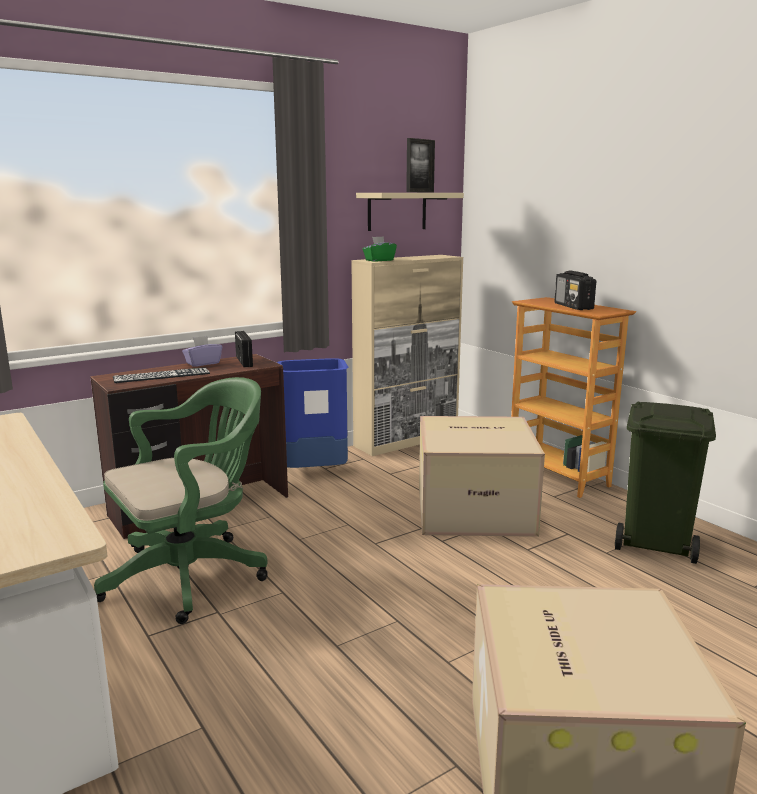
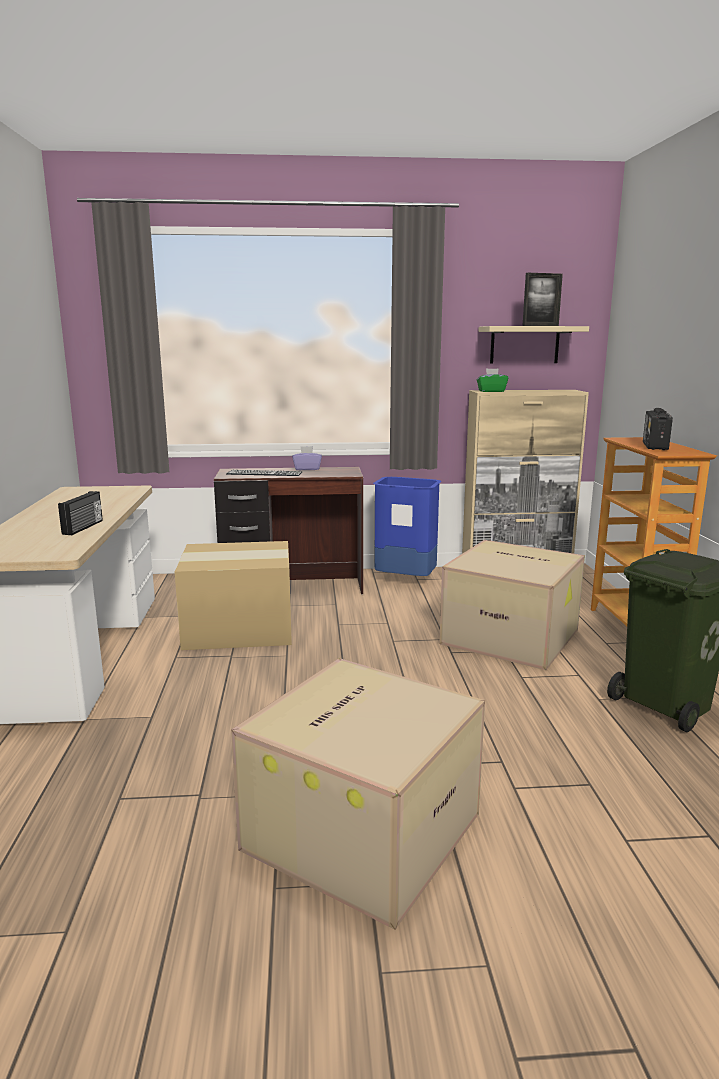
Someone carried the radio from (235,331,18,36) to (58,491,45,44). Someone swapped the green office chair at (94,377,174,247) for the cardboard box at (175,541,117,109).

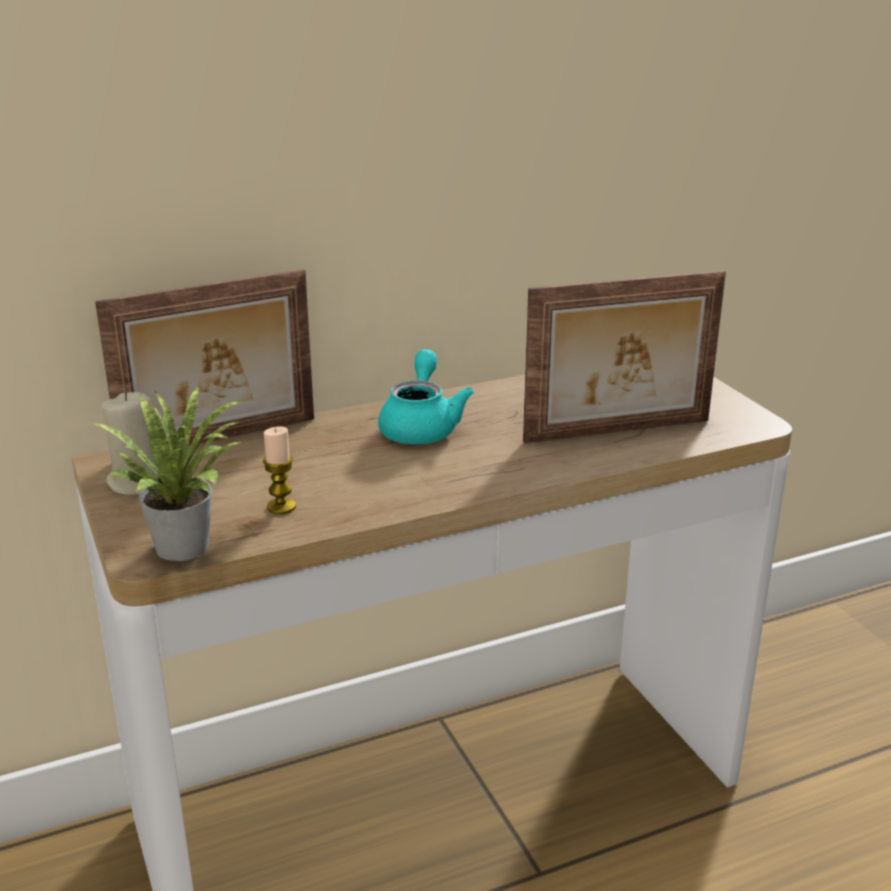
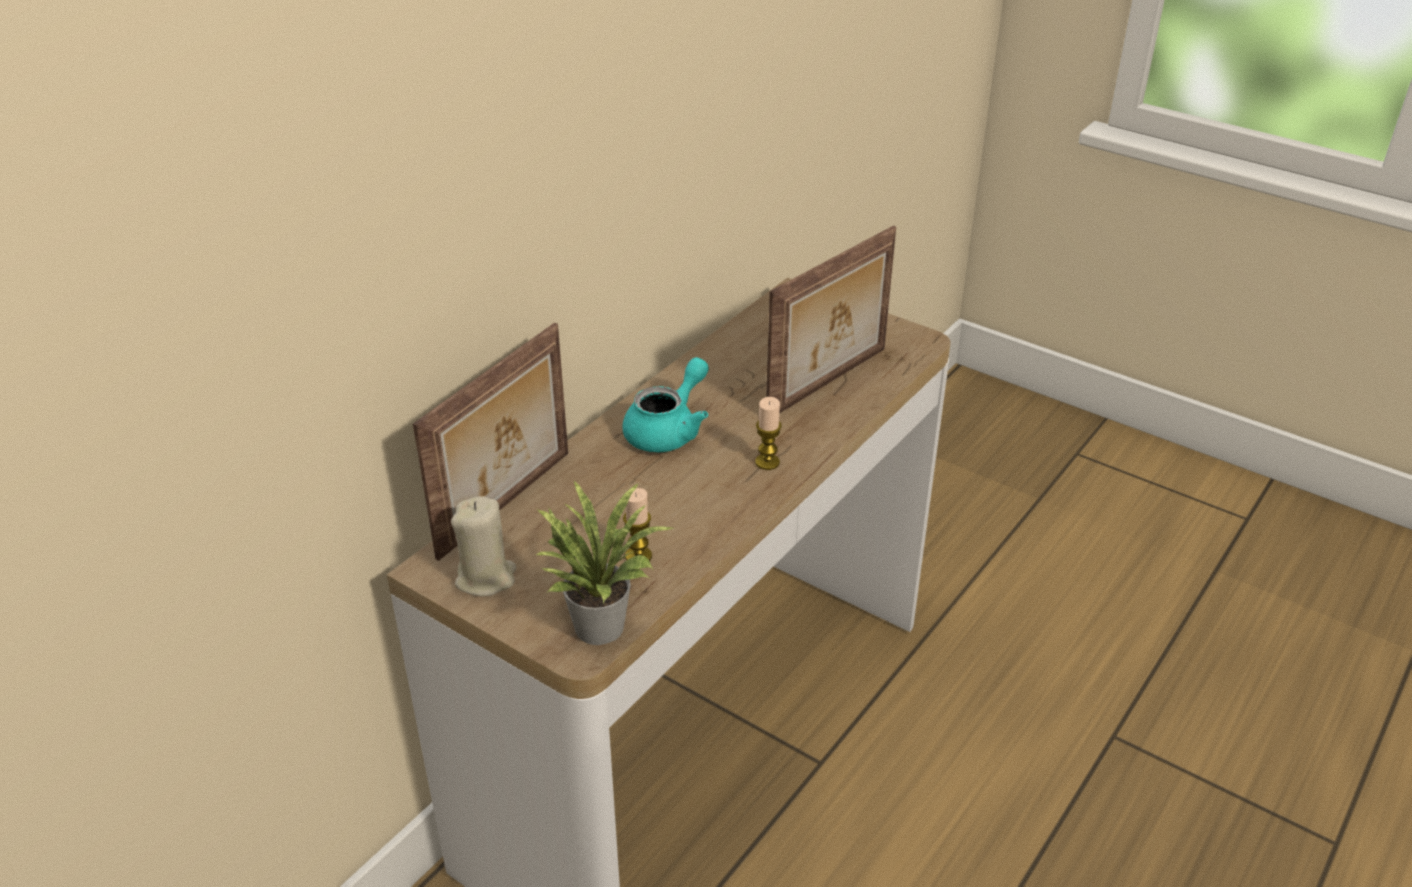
Someone put down the candle at (755,397,27,73). Someone rotated the turquoise teapot at (378,349,96,95) by 60 degrees clockwise.

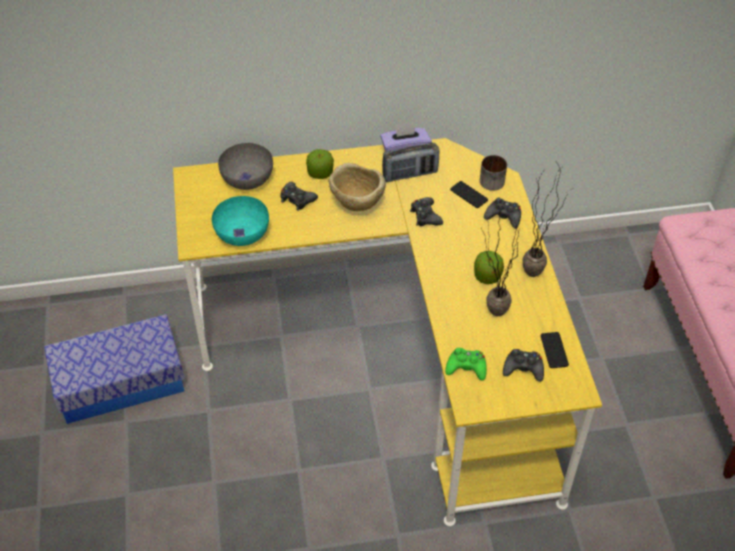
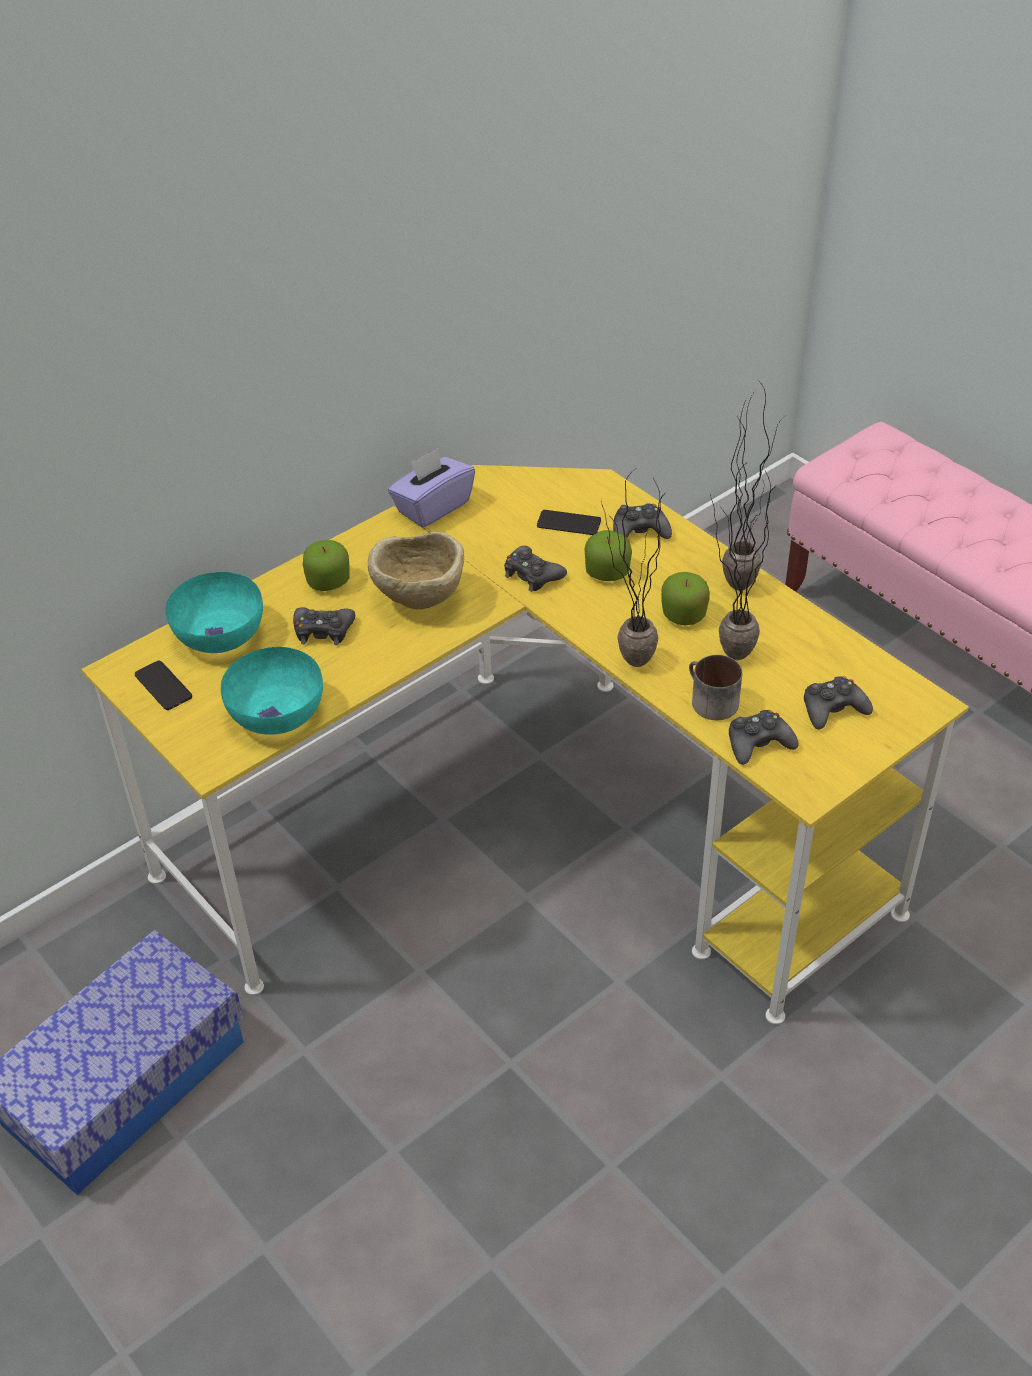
Someone took away the radio at (382,143,57,39). Someone put down the apple at (584,530,48,51). Someone put down the potted plant at (601,469,64,198). Someone carried the mug from (480,155,27,36) to (689,655,53,65). Someone carried the phone from (541,332,28,36) to (135,660,57,50). Someone repainted the grey bowl at (218,143,55,47), which became the turquoise bowl at (165,572,98,81). Someone repainted the green game controller at (445,348,42,33), which became the black game controller at (729,710,70,55).

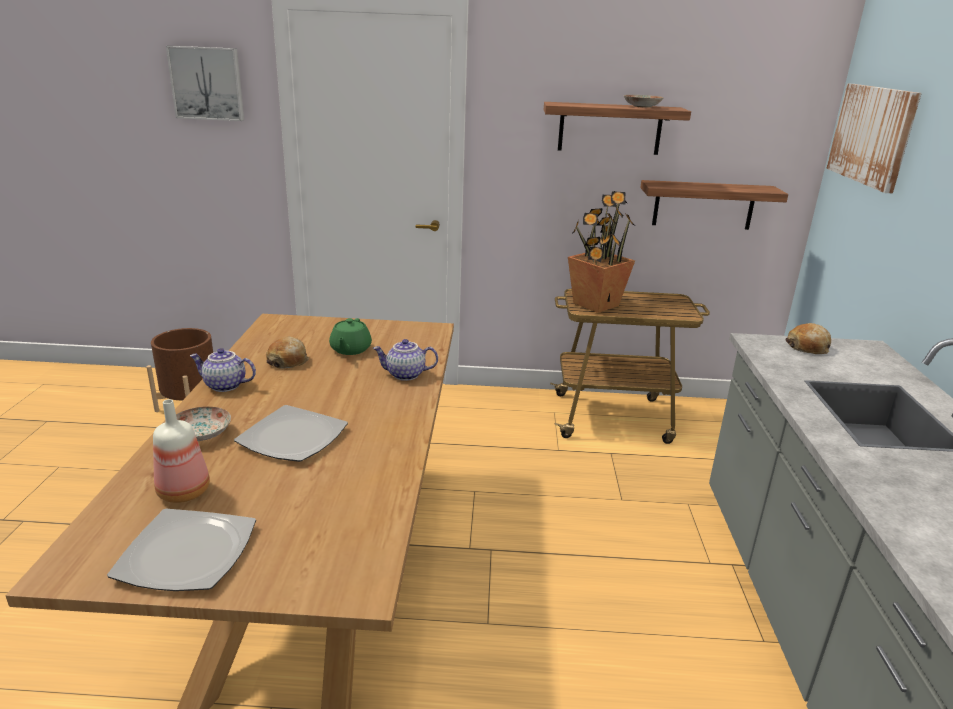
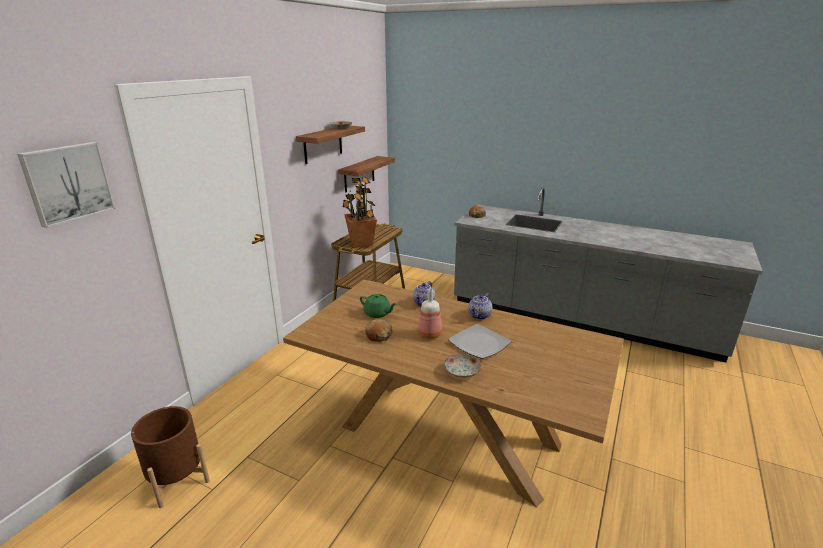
Someone took away the plate at (107,509,149,82). Someone took away the picture at (826,84,96,109). Someone carried the bottle from (153,399,57,104) to (418,289,24,50). Someone carried the teapot from (190,348,66,44) to (468,293,25,27).

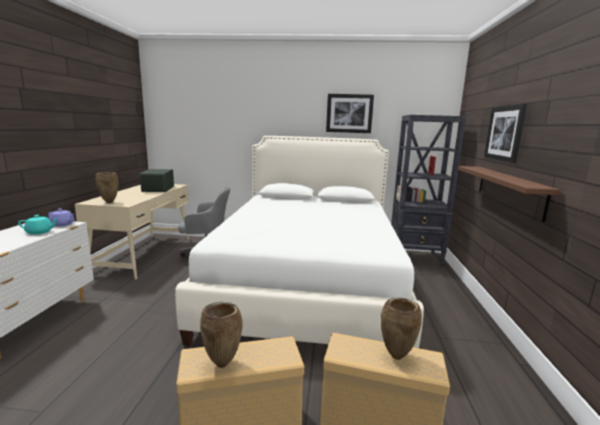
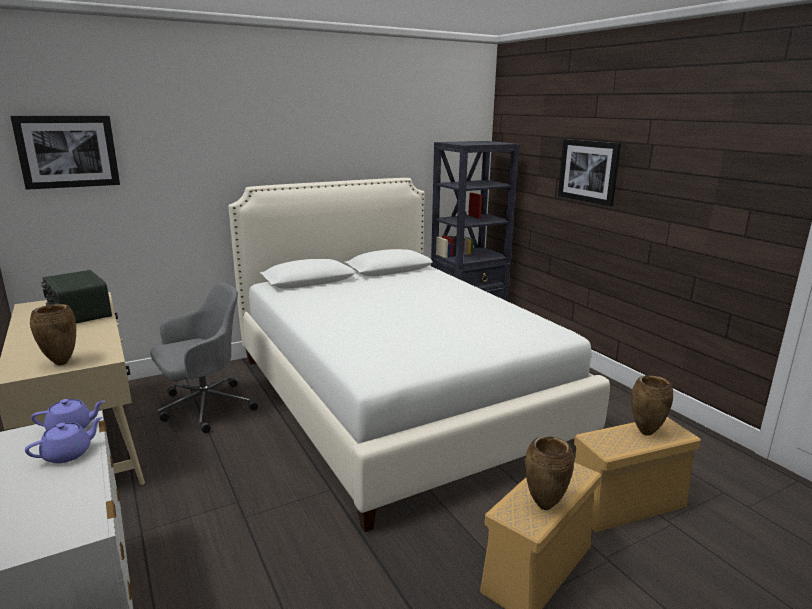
Someone took away the brown shelf at (458,166,103,56). Someone carried the picture from (326,94,48,39) to (10,116,110,74). Someone repainted the turquoise teapot at (18,215,41,19), which became the purple teapot at (25,417,77,46).

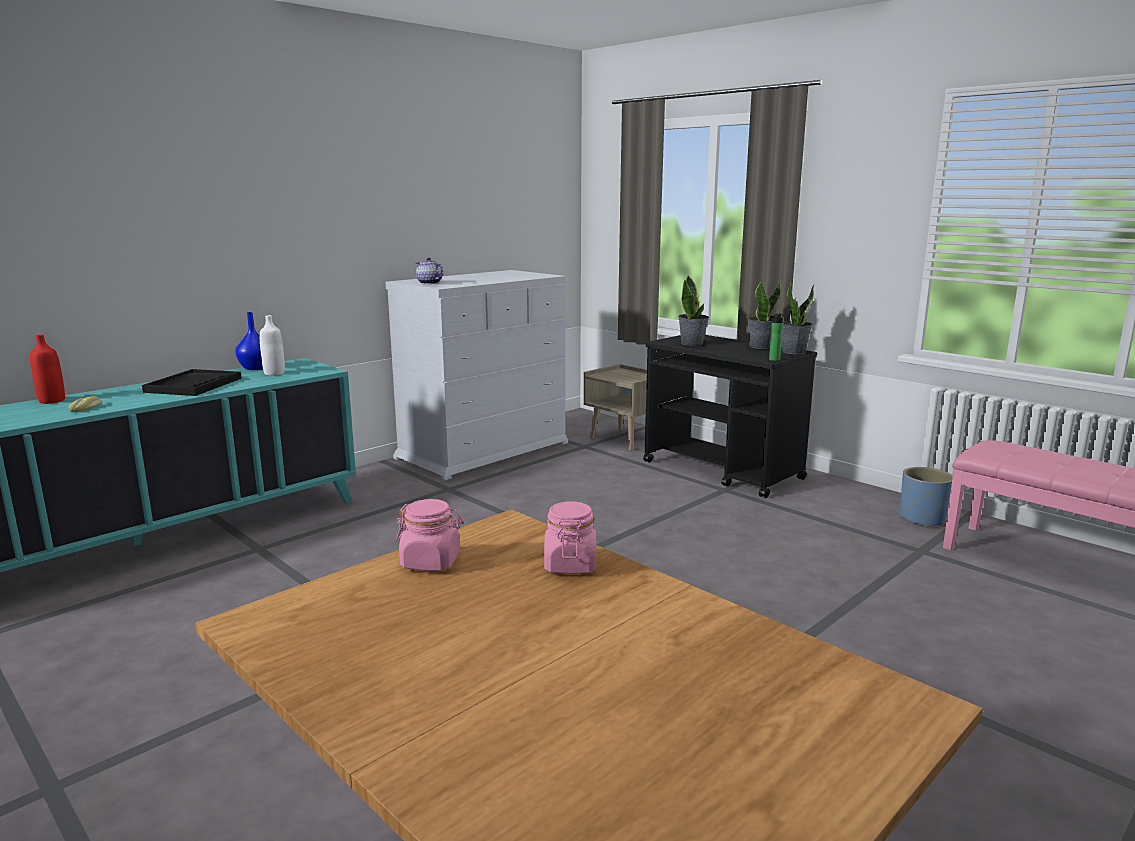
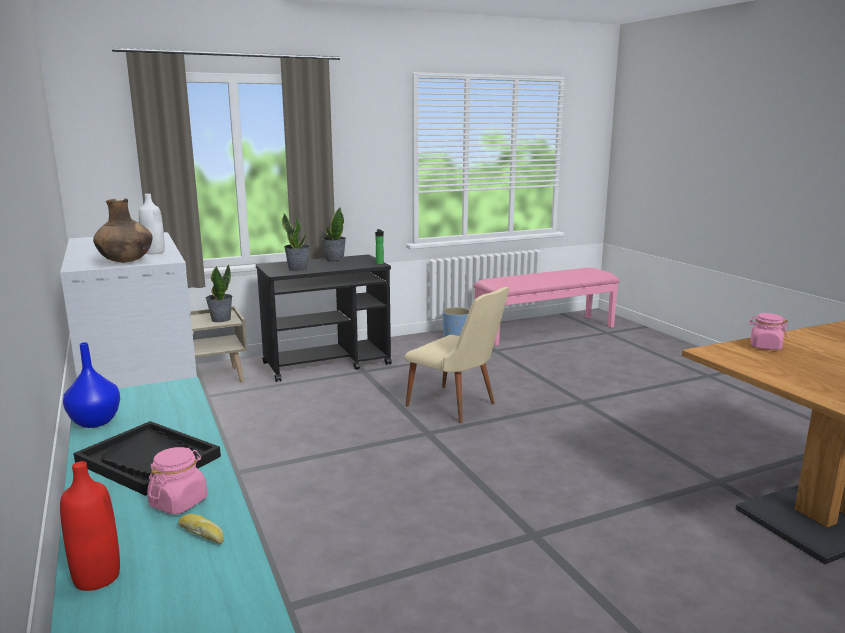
Someone put down the beige chair at (404,287,105,136). Someone carried the white bottle from (260,315,25,61) to (139,194,26,60). Someone carried the pink jar from (396,499,67,72) to (147,447,60,68). Someone carried the potted plant from (782,282,32,72) to (205,264,28,58). Someone swapped the teapot at (415,257,28,27) for the brown vase at (93,198,59,65).

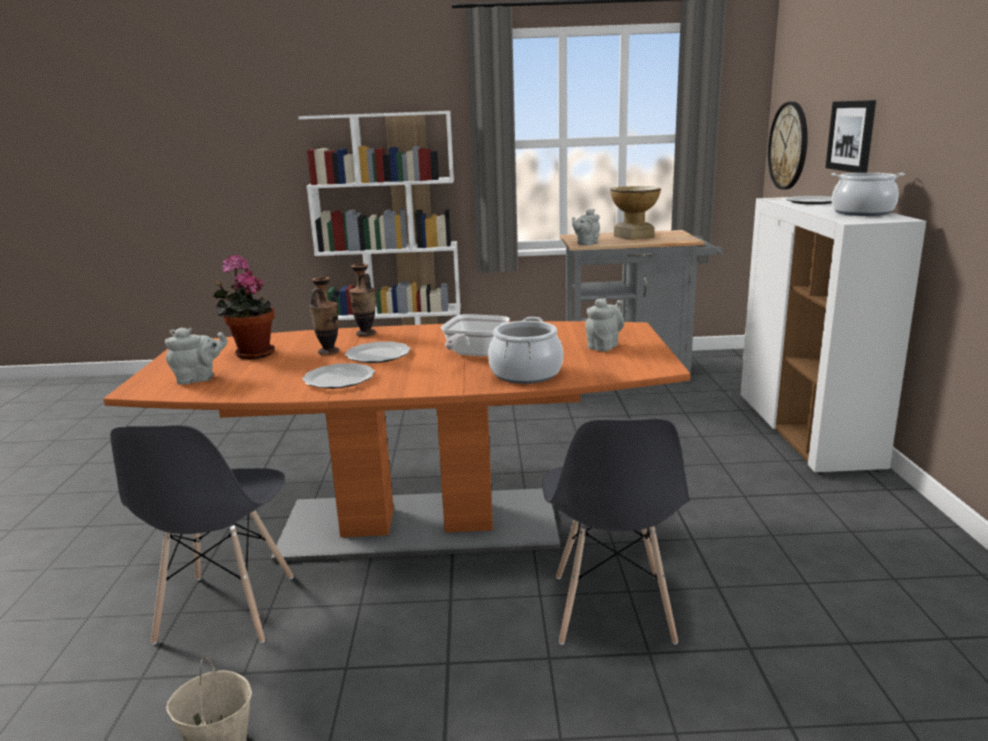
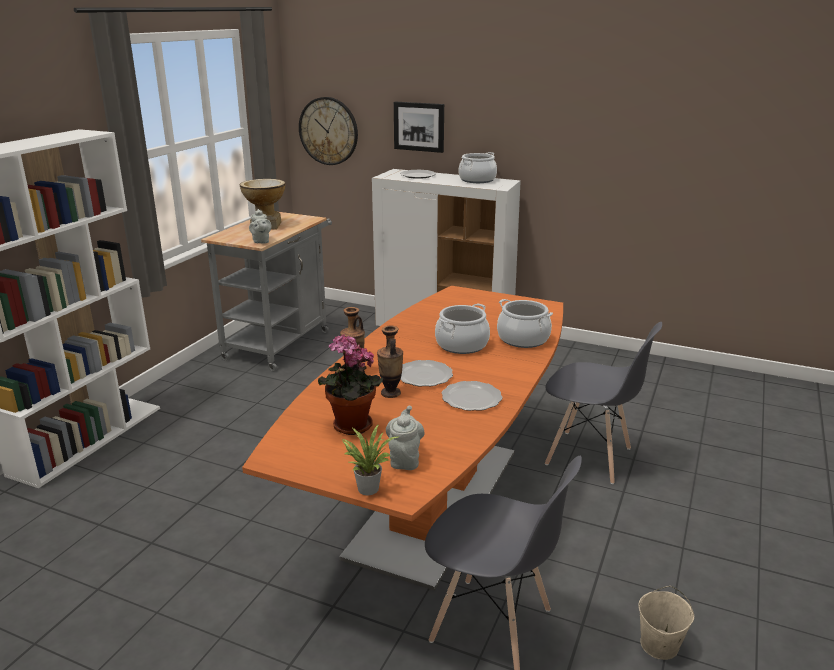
Someone took away the grey teapot at (585,298,39,53). Someone put down the potted plant at (342,424,58,71). Someone swapped the frying pan at (441,314,69,42) for the cooking pot at (435,303,55,51).

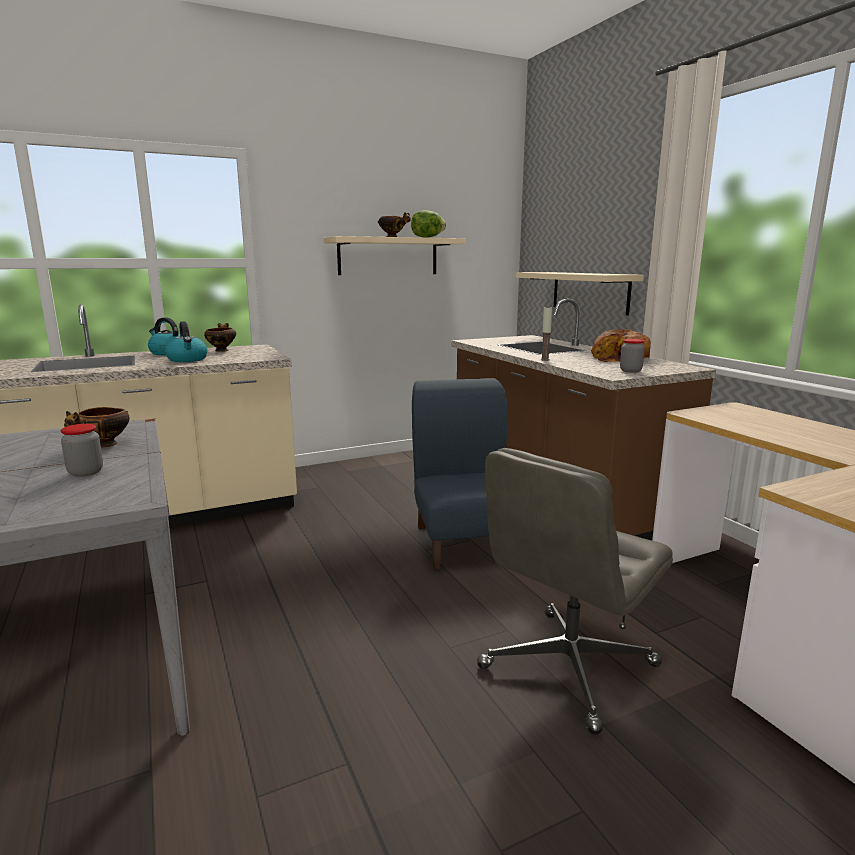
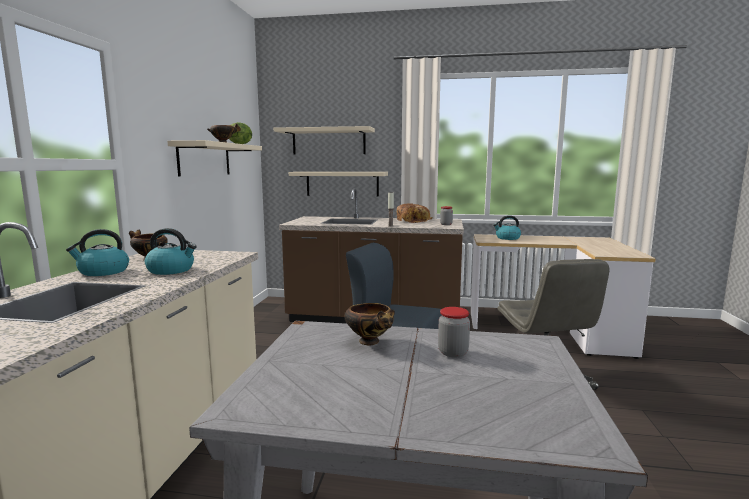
Someone put up the beige shelf at (274,126,101,29). Someone put down the kettle at (493,215,28,25).

